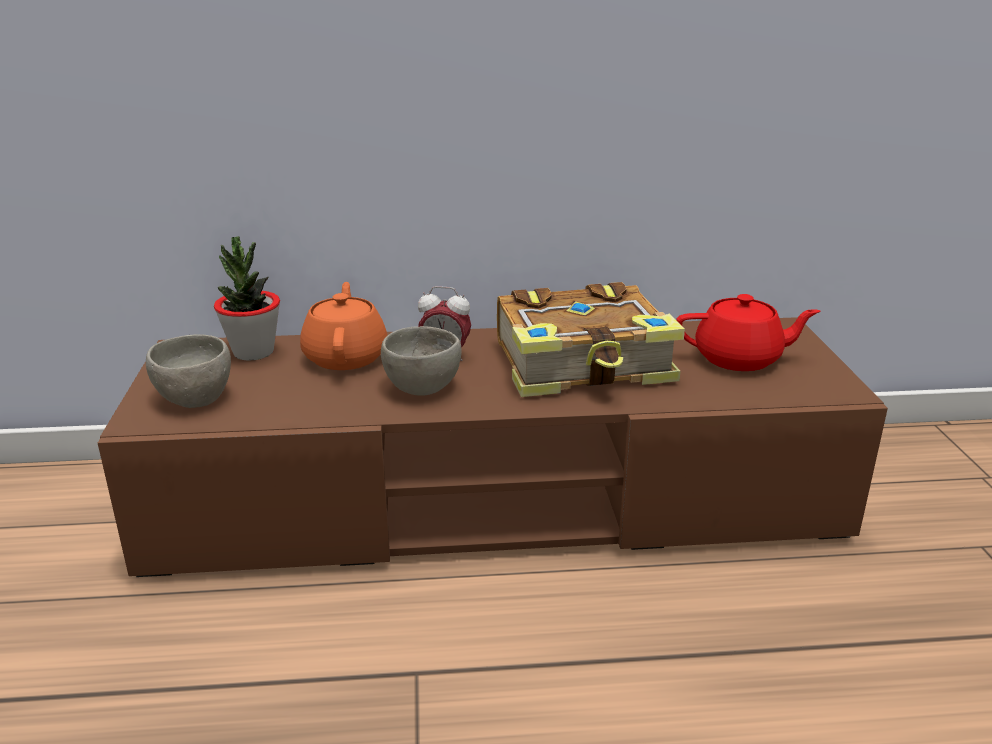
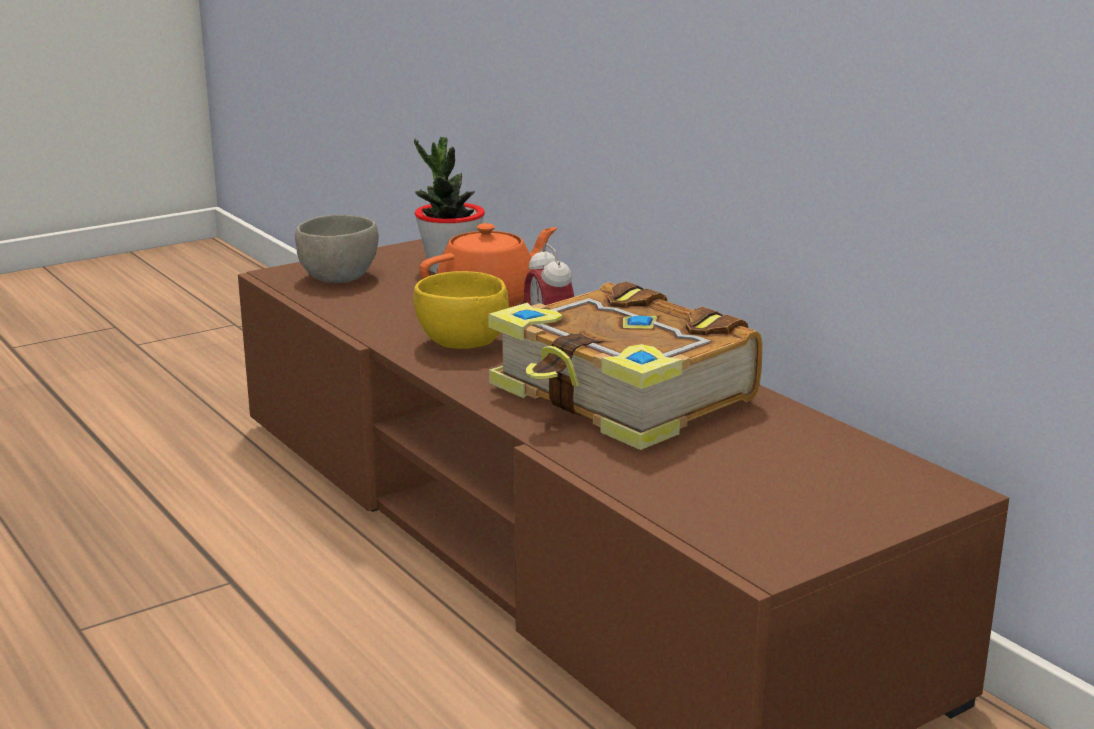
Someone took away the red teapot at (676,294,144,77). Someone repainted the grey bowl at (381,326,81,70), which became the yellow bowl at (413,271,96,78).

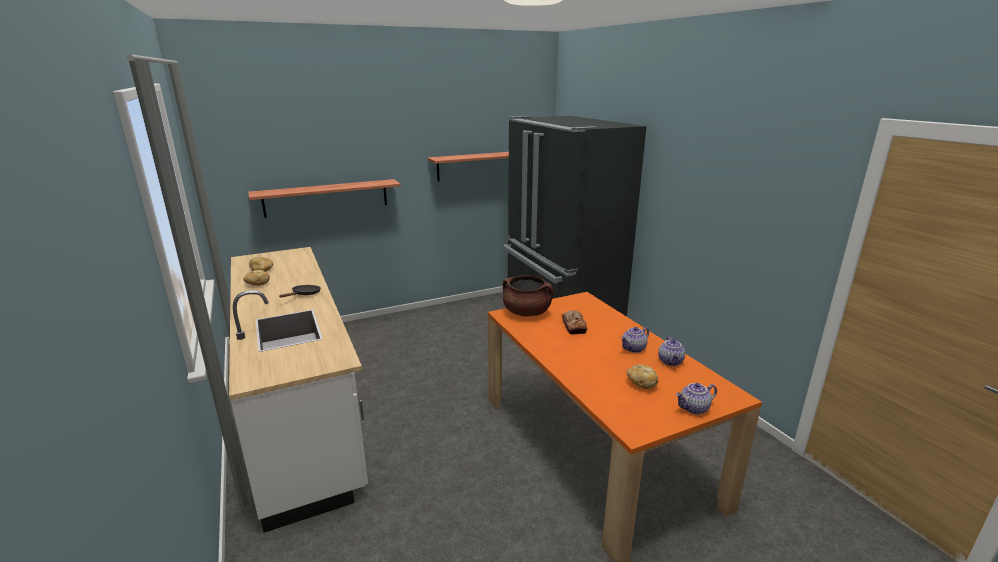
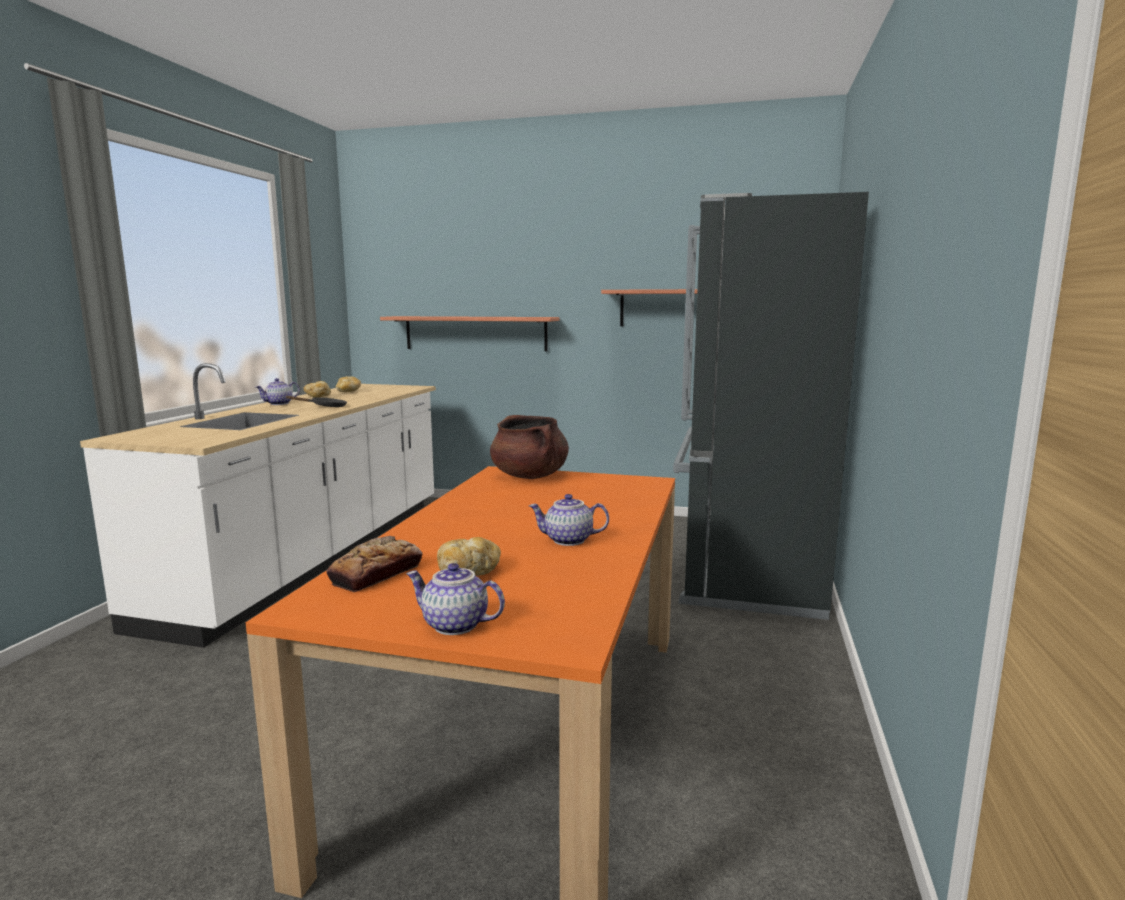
Someone carried the bread from (562,310,26,25) to (326,536,97,56). Someone carried the teapot from (658,336,27,30) to (256,378,44,27).

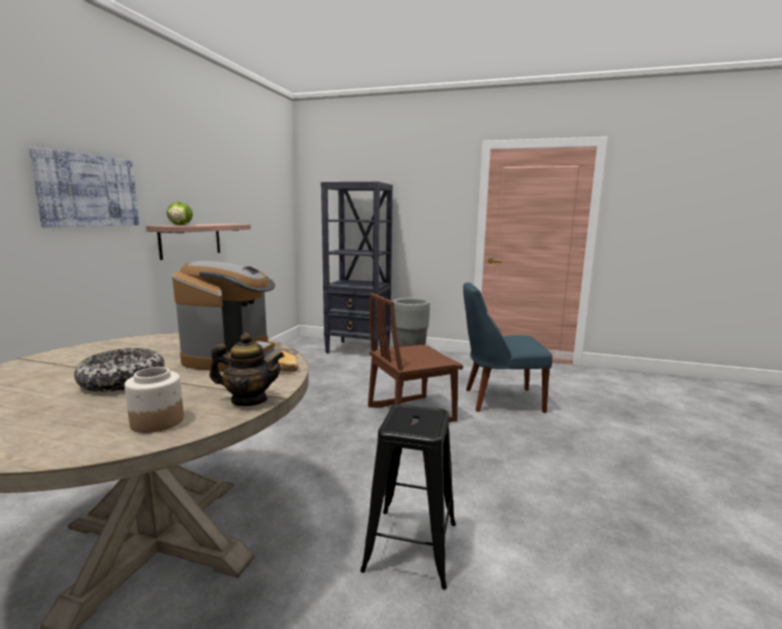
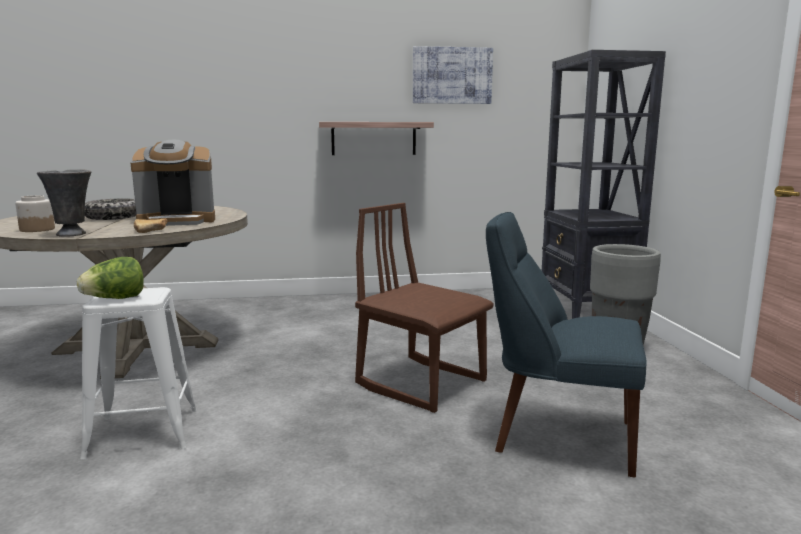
Someone carried the picture from (29,147,110,80) to (413,46,80,58). Someone carried the lettuce from (167,202,26,23) to (77,257,67,42). Someone swapped the teapot at (209,333,75,73) for the grey vase at (37,169,54,68). Someone repainted the black stool at (360,404,96,186), which became the white stool at (80,287,117,172). Someone rotated the blue chair at (463,282,89,131) by 45 degrees counterclockwise.

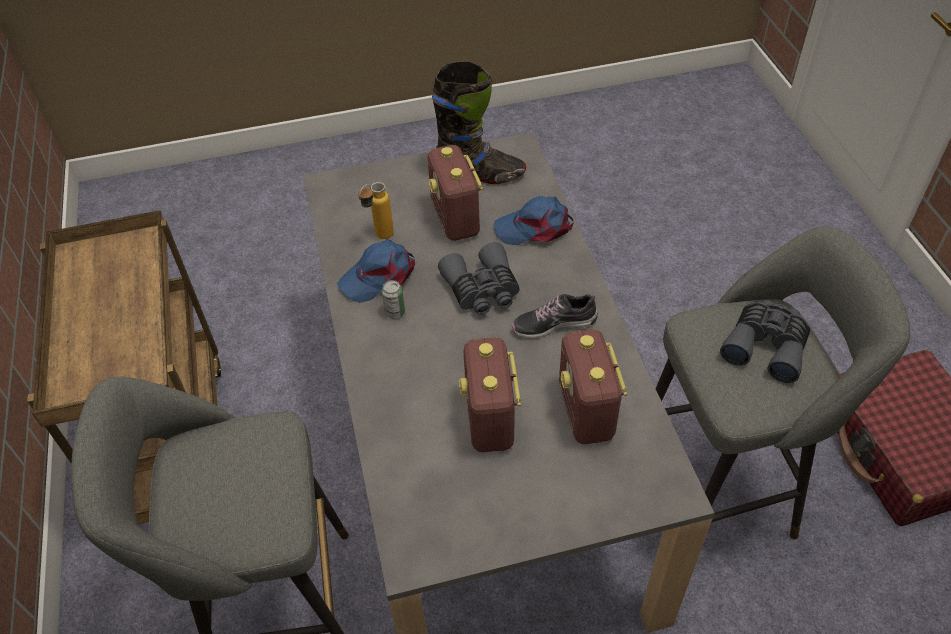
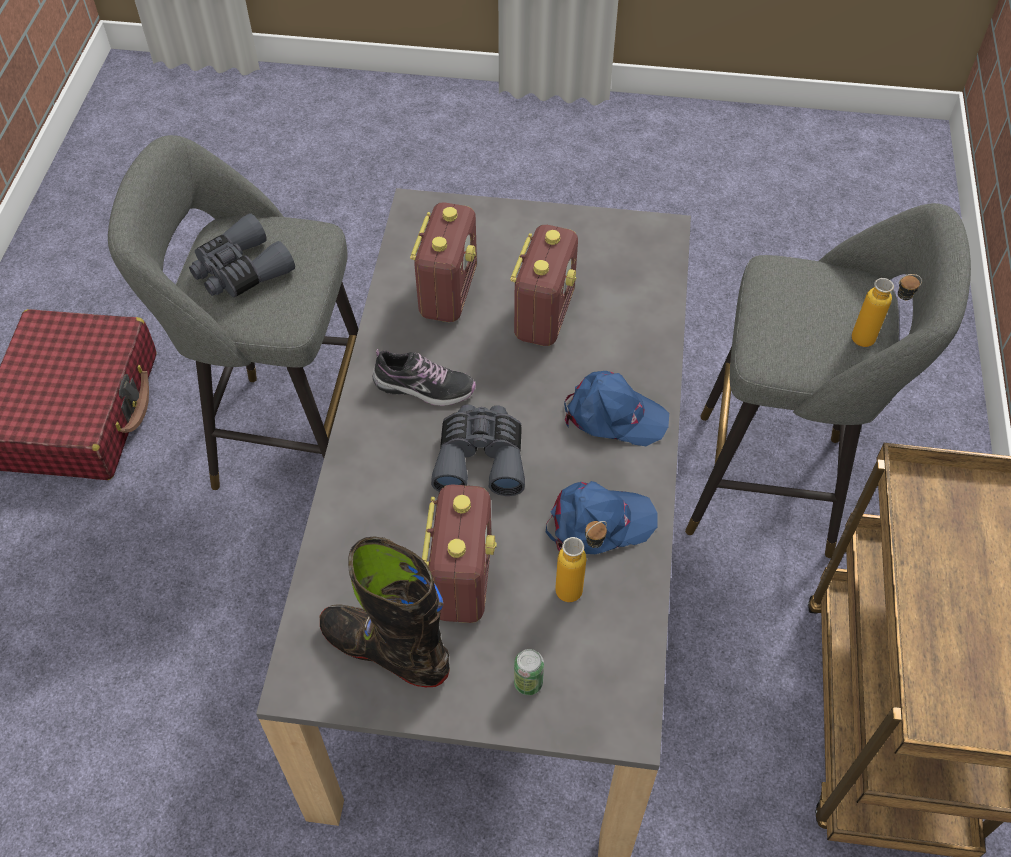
Someone put down the bottle at (852,274,70,73). Someone carried the can from (382,280,23,38) to (514,649,30,46). Someone carried the blue cap from (493,196,81,49) to (564,371,105,75).

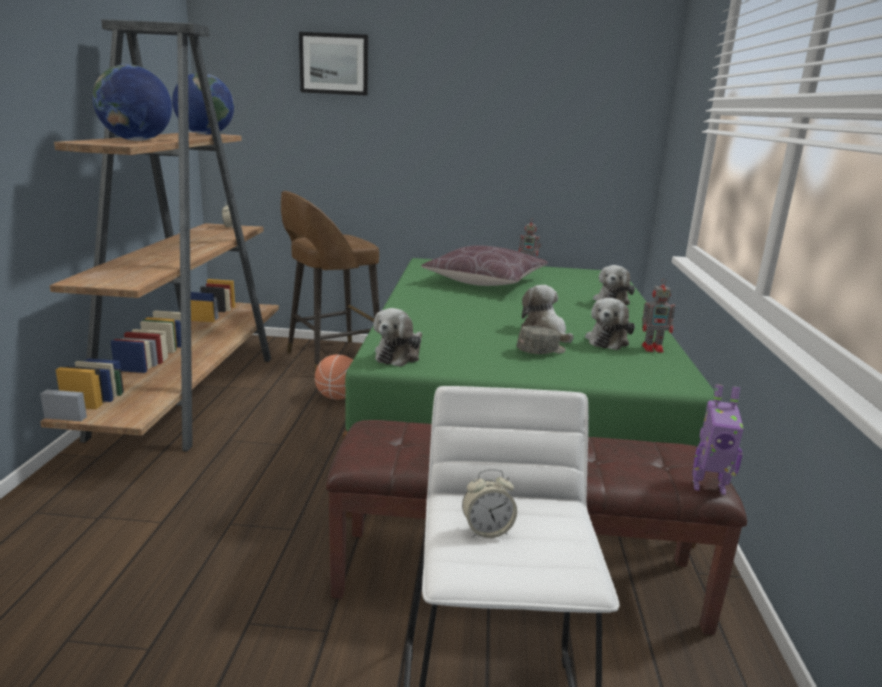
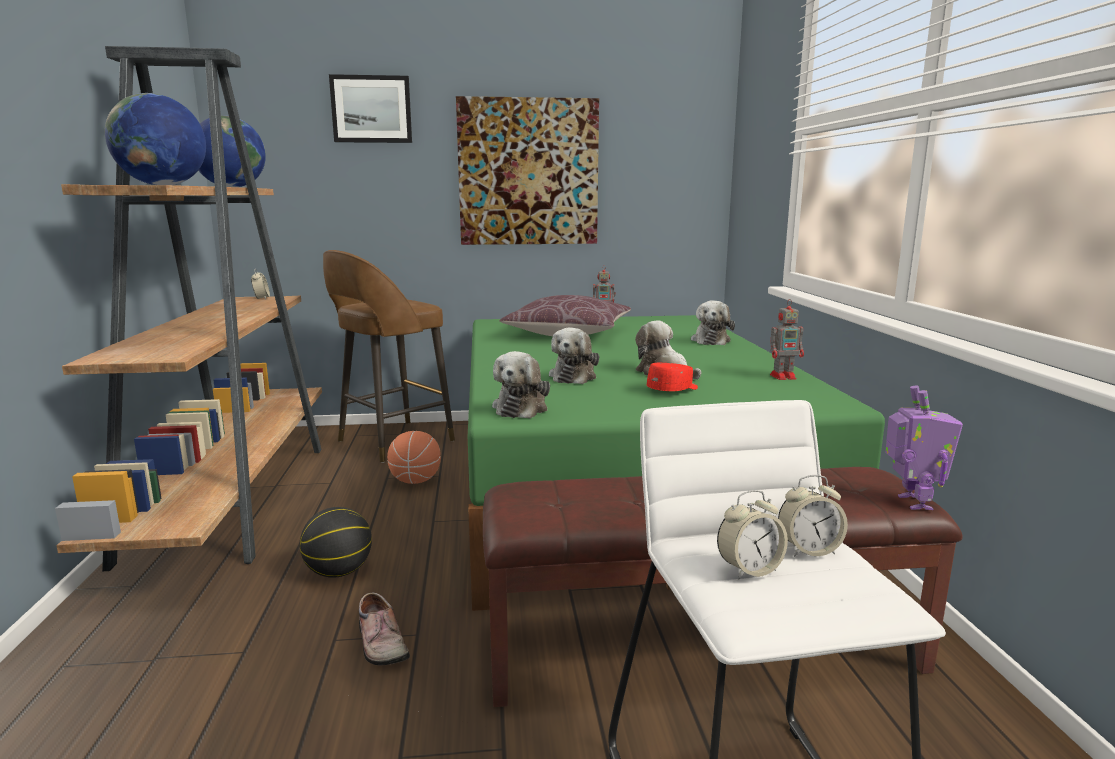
Someone put down the basketball at (300,507,72,71). Someone put down the shoe at (359,593,51,73). Someone put up the picture at (456,96,143,149). Someone put down the alarm clock at (778,475,70,82). Someone carried the plush toy from (585,298,50,52) to (549,327,50,57). Someone repainted the grey cap at (517,326,49,28), which became the red cap at (647,363,51,28). Someone rotated the toy robot at (692,384,52,111) by 90 degrees counterclockwise.

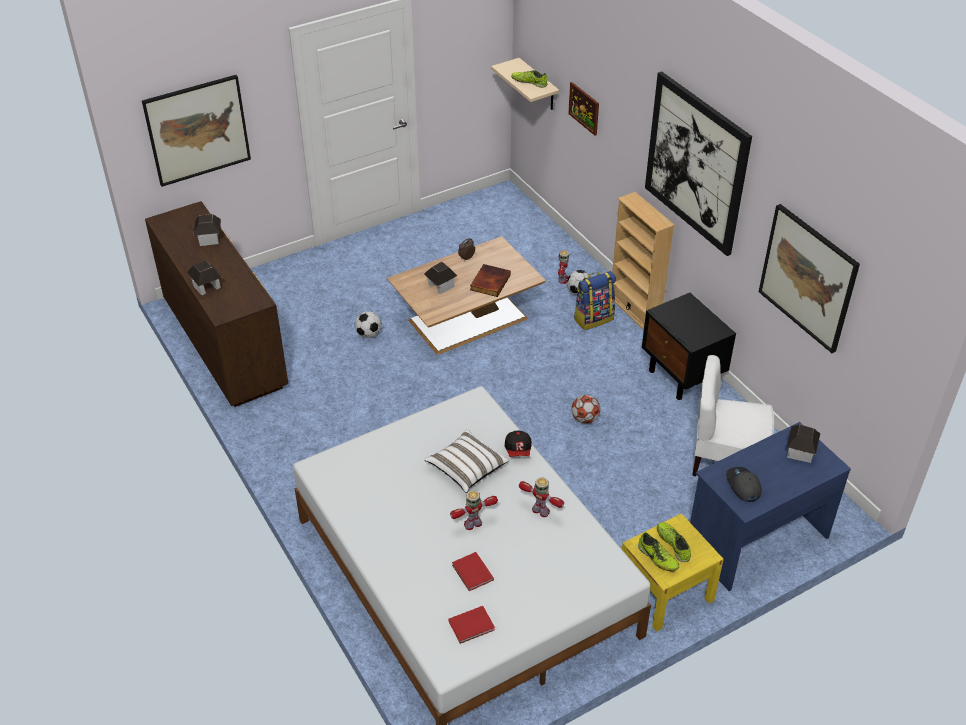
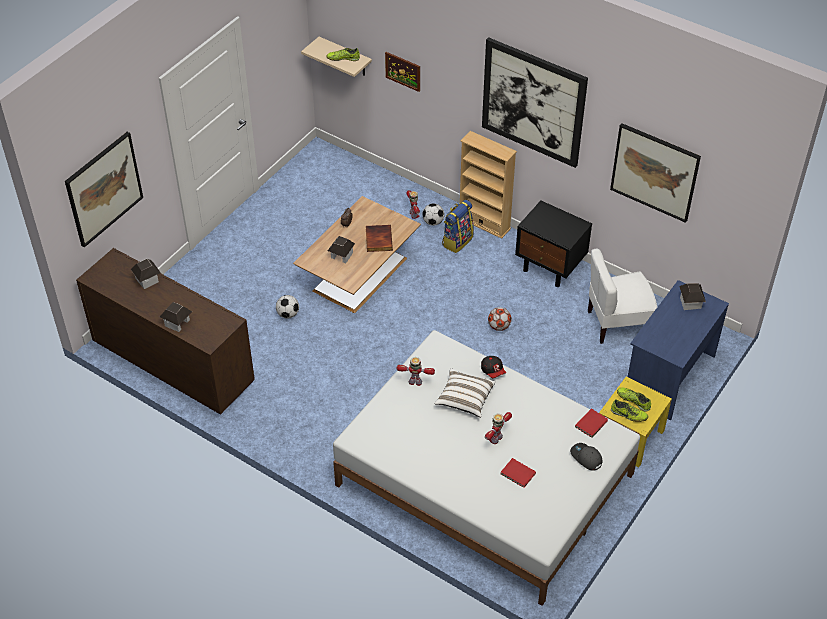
Someone carried the red book from (448,606,47,38) to (575,408,33,30). Someone carried the toy robot from (519,477,45,40) to (396,357,39,29). Someone carried the grey cap from (726,467,36,35) to (570,443,33,28).

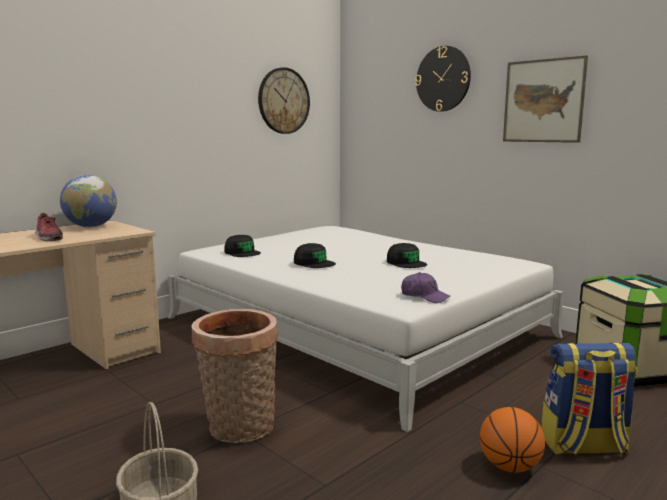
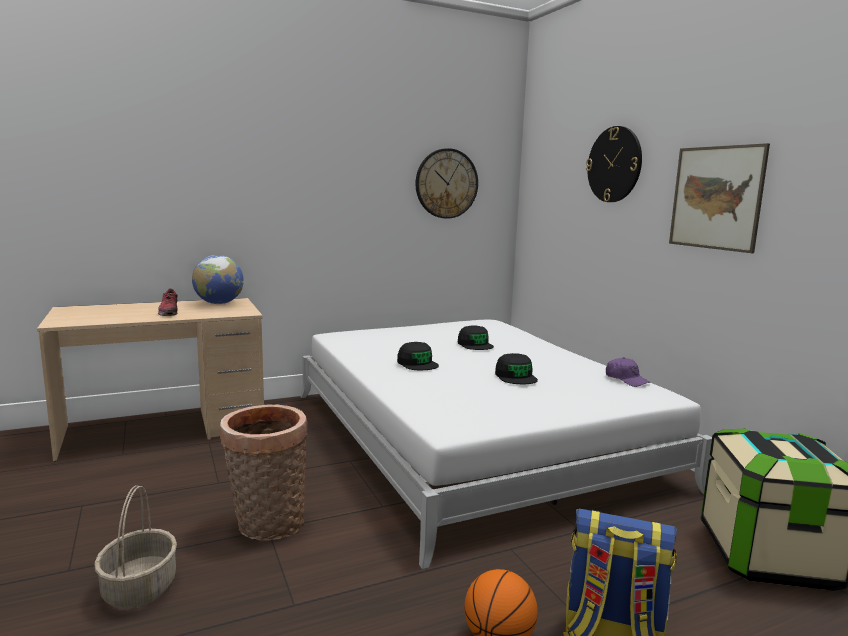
Someone carried the black cap from (225,235,36,22) to (458,326,36,24). Someone carried the purple cap from (401,272,49,31) to (606,357,44,30).

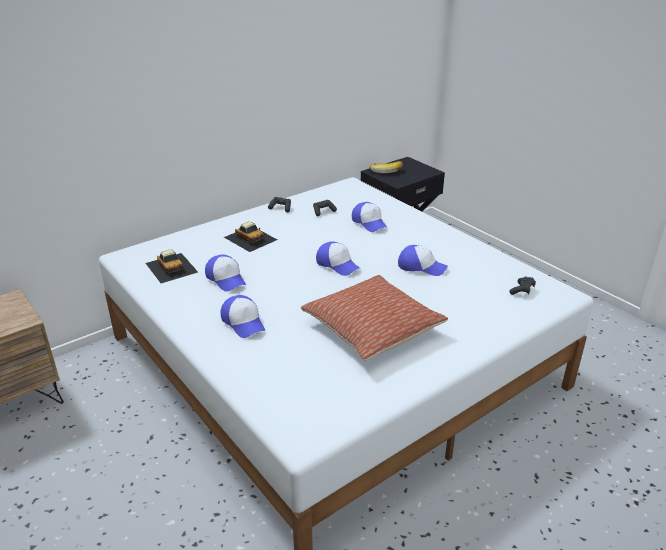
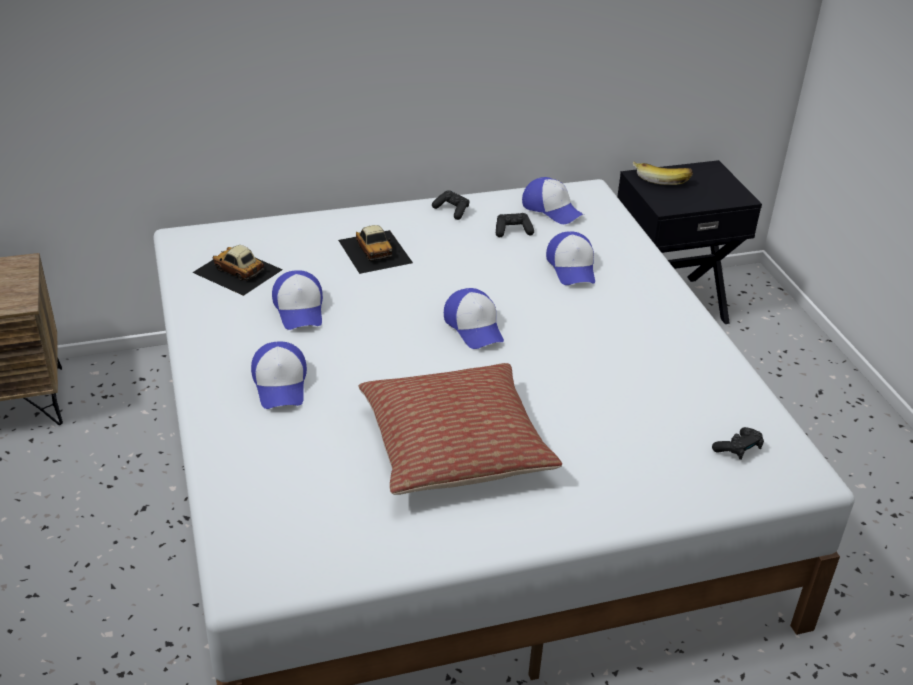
Someone carried the cap from (398,245,50,31) to (522,177,62,47). Someone rotated the toy car at (146,250,52,33) by 135 degrees clockwise.

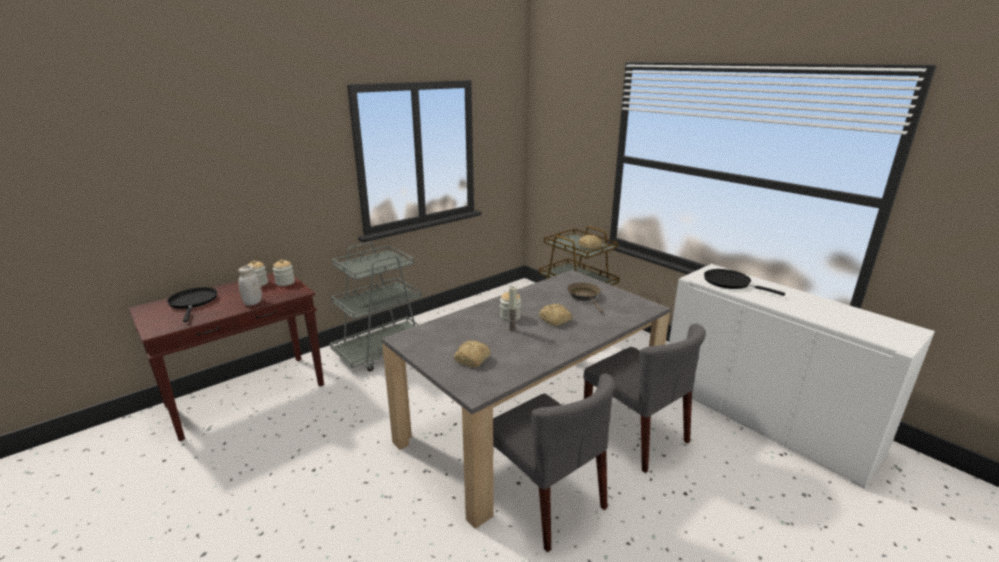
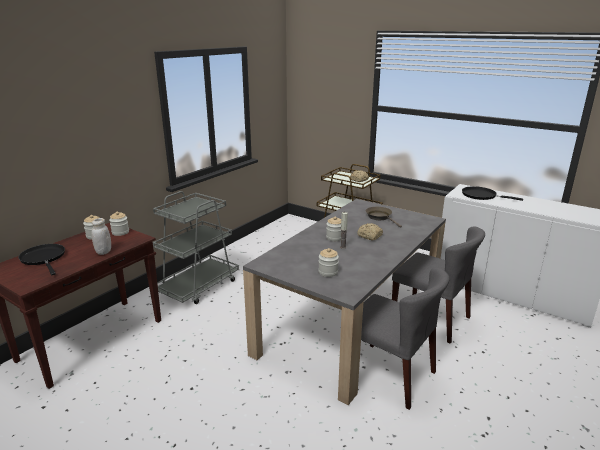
Someone swapped the bread at (454,340,37,27) for the jar at (318,248,21,29).

